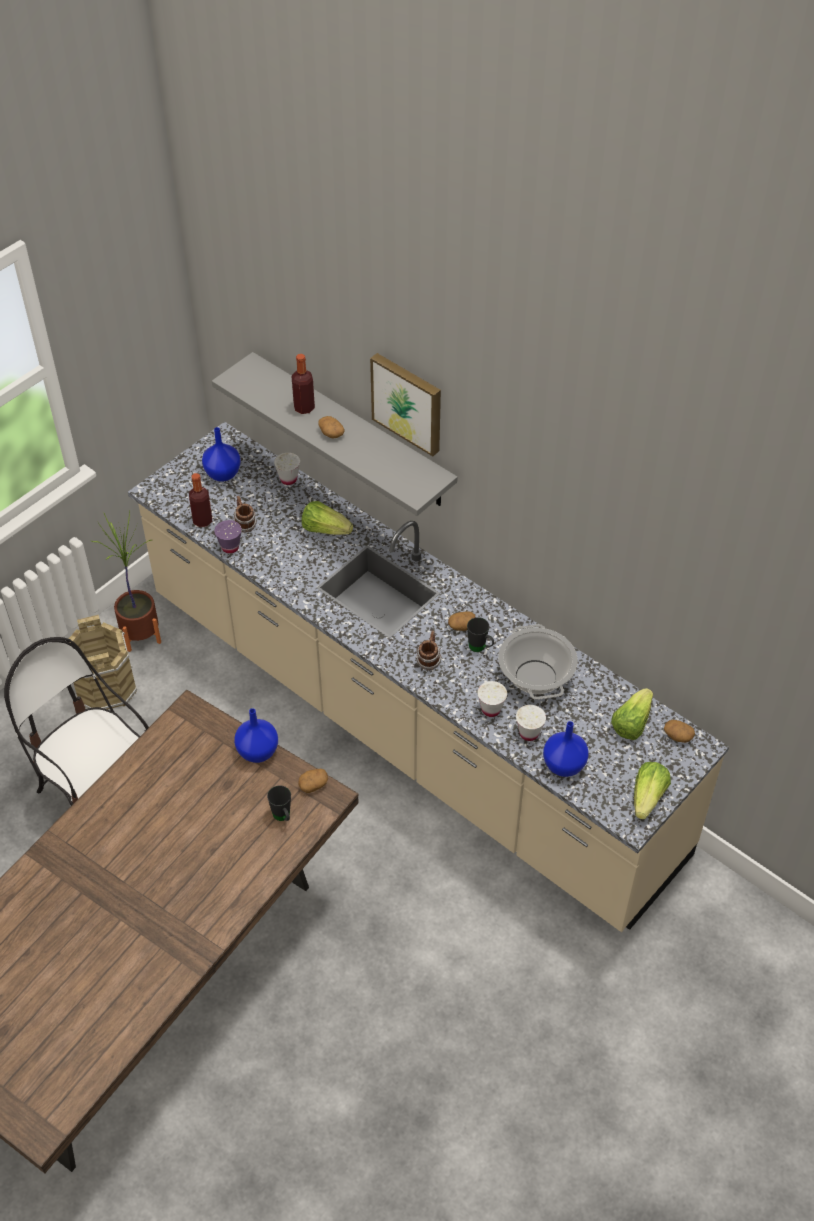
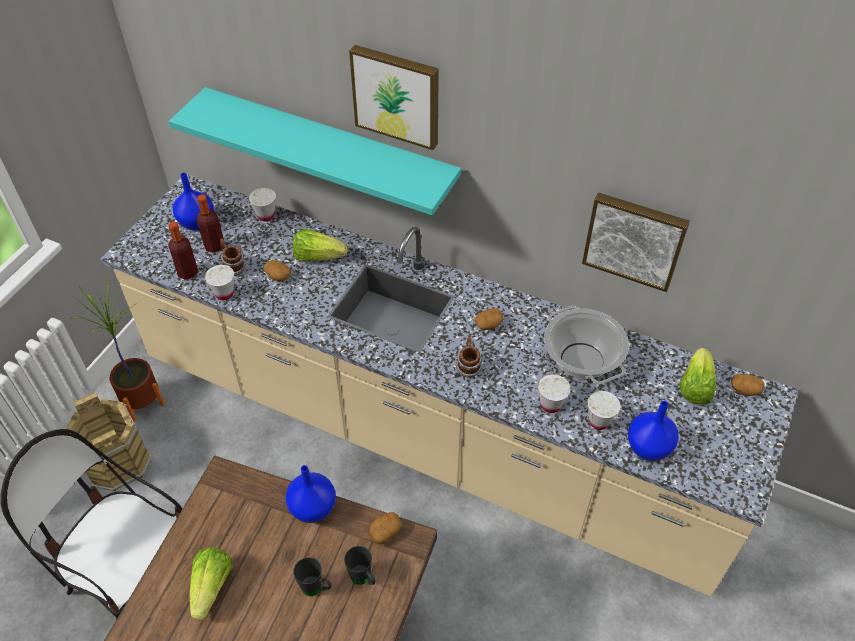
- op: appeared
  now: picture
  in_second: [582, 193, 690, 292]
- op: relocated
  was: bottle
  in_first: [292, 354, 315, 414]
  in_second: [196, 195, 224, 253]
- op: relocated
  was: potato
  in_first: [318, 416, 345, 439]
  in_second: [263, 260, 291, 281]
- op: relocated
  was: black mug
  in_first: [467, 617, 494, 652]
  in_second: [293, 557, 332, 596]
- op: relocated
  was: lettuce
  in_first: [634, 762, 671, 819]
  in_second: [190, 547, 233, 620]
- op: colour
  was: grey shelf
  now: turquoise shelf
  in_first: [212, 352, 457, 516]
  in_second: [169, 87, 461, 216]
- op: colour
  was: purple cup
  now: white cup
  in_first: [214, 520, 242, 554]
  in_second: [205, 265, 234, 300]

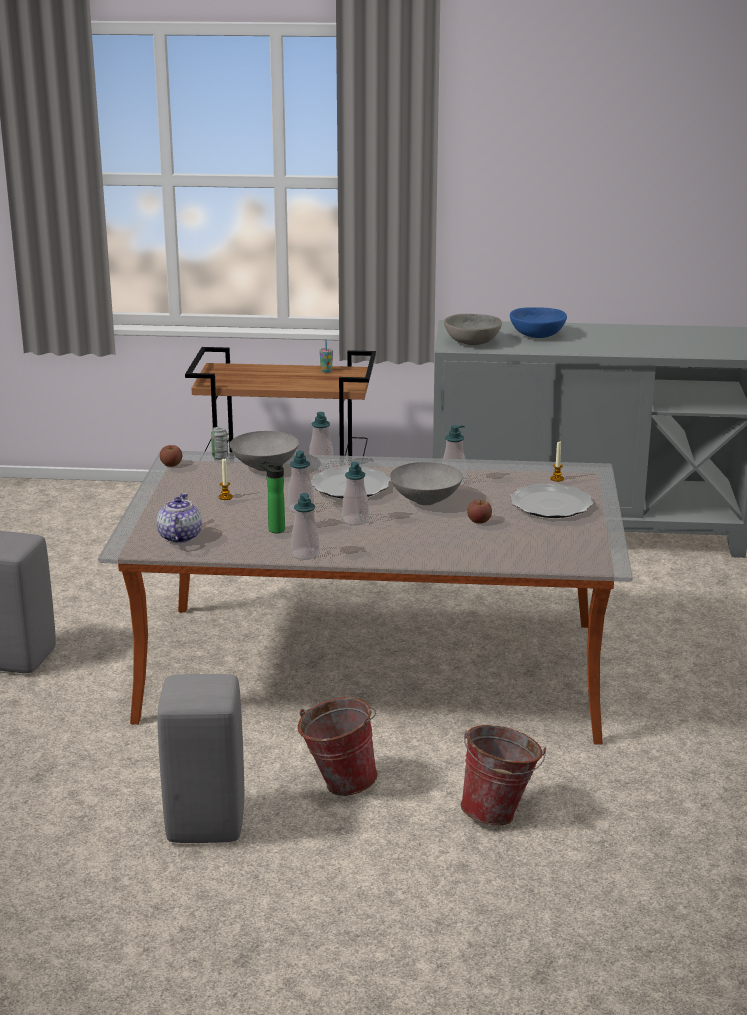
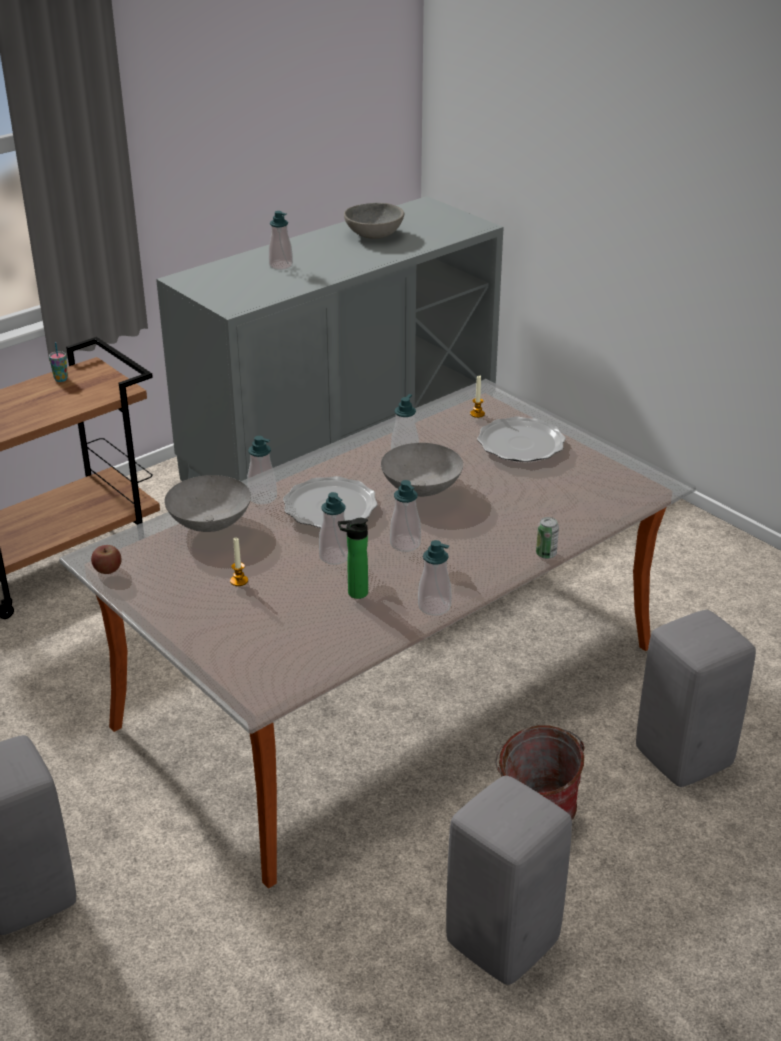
- op: missing
  was: teapot
  in_first: [157, 493, 202, 543]
- op: missing
  was: apple
  in_first: [467, 500, 492, 524]
- op: relocated
  was: can
  in_first: [211, 427, 228, 459]
  in_second: [536, 517, 559, 559]
- op: relocated
  was: grey bowl
  in_first: [444, 314, 502, 345]
  in_second: [344, 203, 404, 239]
- op: exchanged
  was: bucket
  now: grey stool
  in_first: [460, 725, 546, 825]
  in_second: [636, 610, 756, 787]
- op: exchanged
  was: blue bowl
  now: soap dispenser
  in_first: [510, 307, 567, 338]
  in_second: [268, 211, 293, 270]

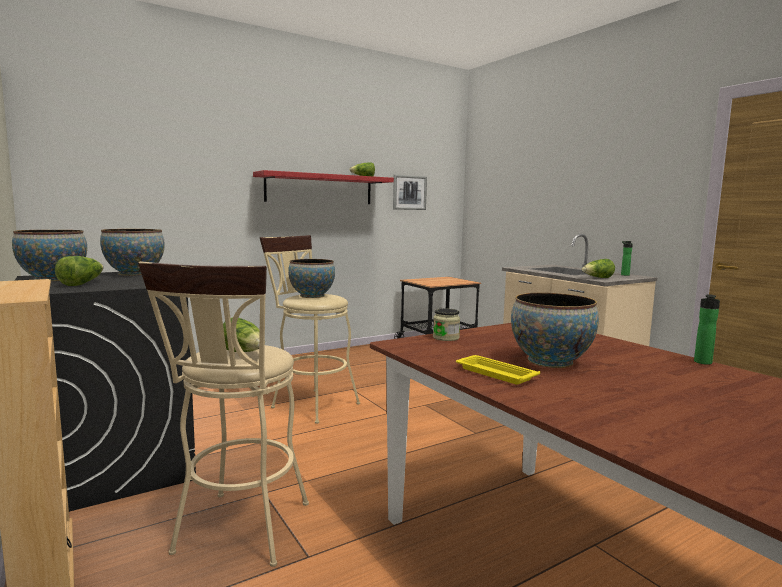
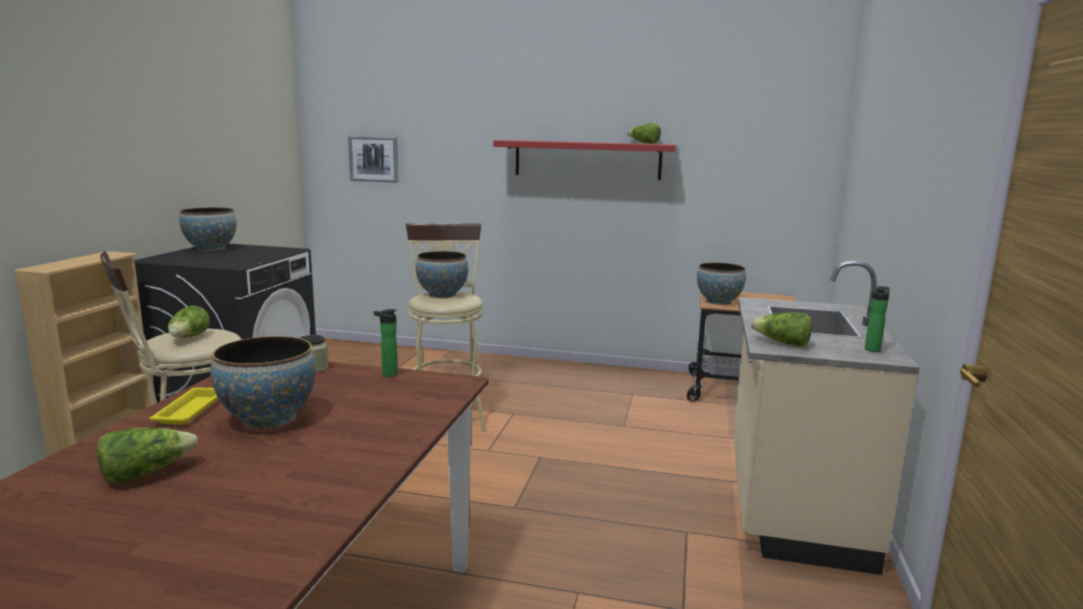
- op: relocated
  was: lettuce
  in_first: [55, 256, 103, 286]
  in_second: [97, 428, 198, 483]
- op: relocated
  was: bowl
  in_first: [100, 229, 165, 276]
  in_second: [697, 263, 746, 305]
- op: relocated
  was: picture
  in_first: [393, 175, 427, 210]
  in_second: [348, 136, 399, 183]
- op: relocated
  was: bottle
  in_first: [694, 294, 720, 365]
  in_second: [373, 309, 398, 377]

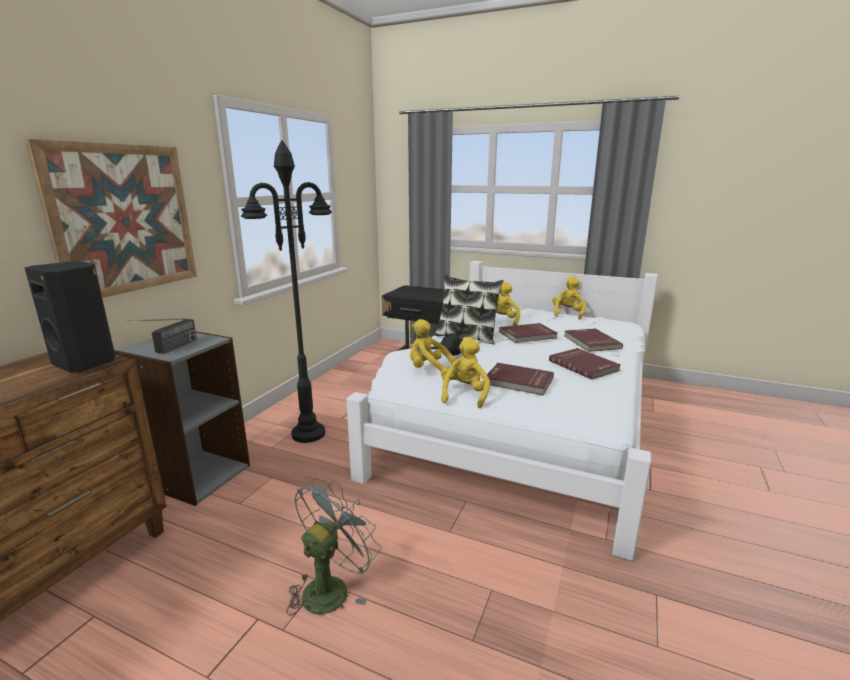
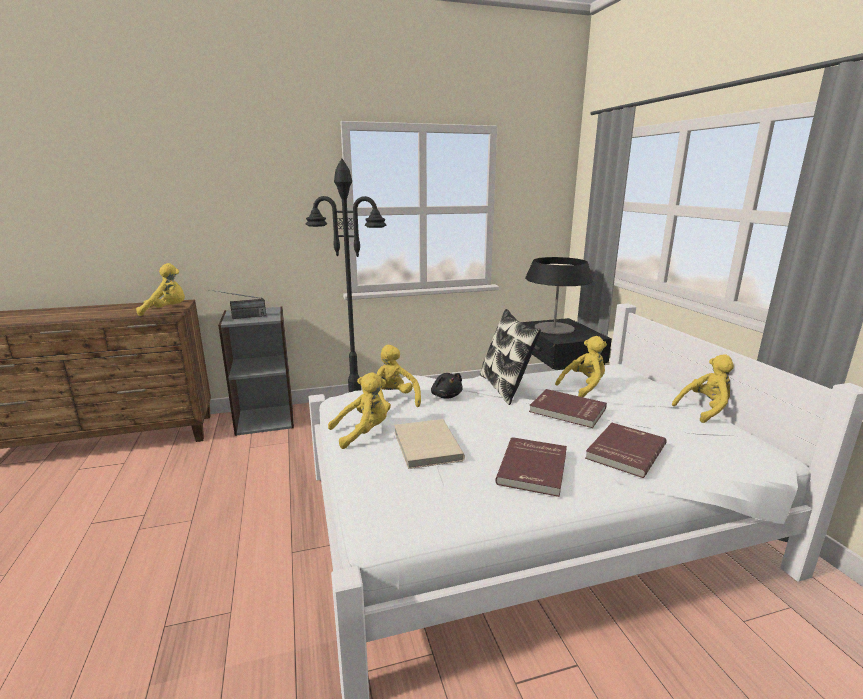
- op: missing
  was: picture
  in_first: [25, 139, 197, 298]
- op: missing
  was: grey fan
  in_first: [286, 478, 381, 615]
- op: appeared
  now: table lamp
  in_second: [525, 257, 593, 334]
- op: exchanged
  was: black speaker
  now: yellow plush toy
  in_first: [25, 262, 115, 373]
  in_second: [136, 263, 185, 316]
- op: colour
  was: red book
  now: beige book
  in_first: [487, 363, 554, 395]
  in_second: [394, 419, 465, 469]

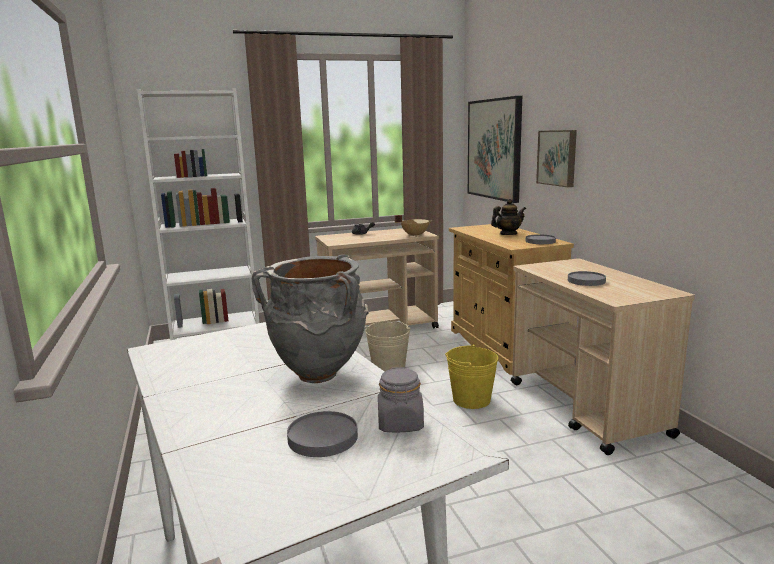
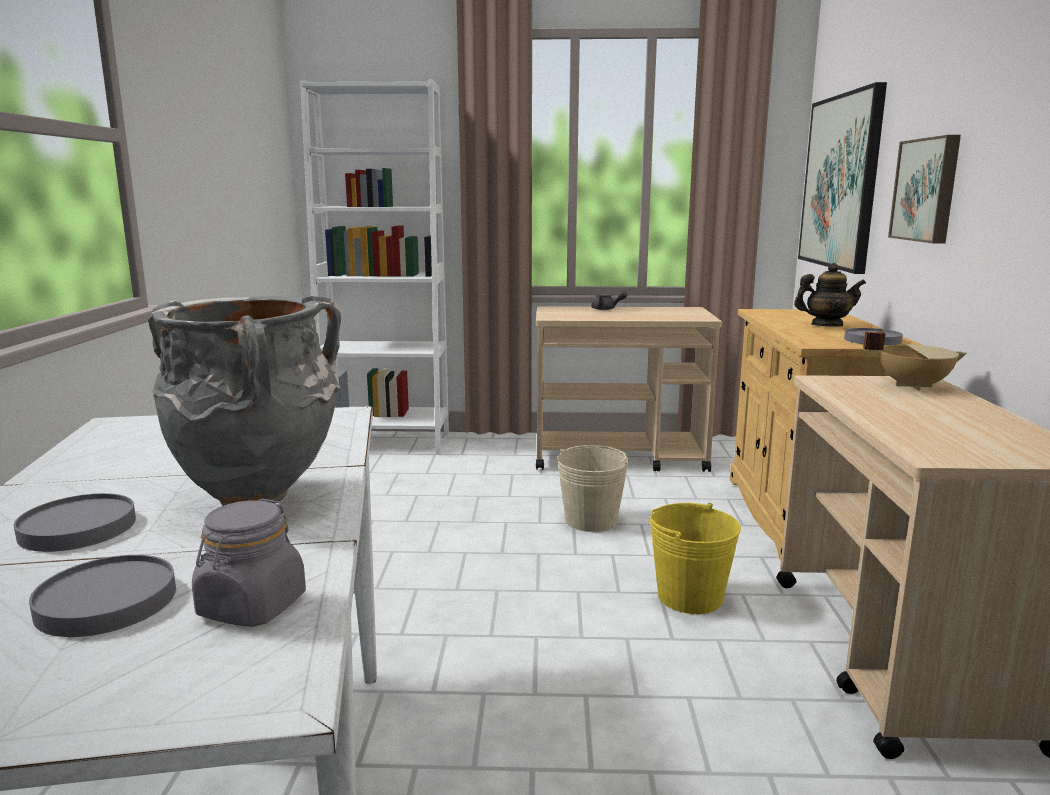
- op: relocated
  was: beige cooking pot
  in_first: [395, 215, 433, 237]
  in_second: [863, 332, 967, 391]
- op: relocated
  was: grey plate
  in_first: [568, 271, 606, 286]
  in_second: [14, 493, 136, 552]

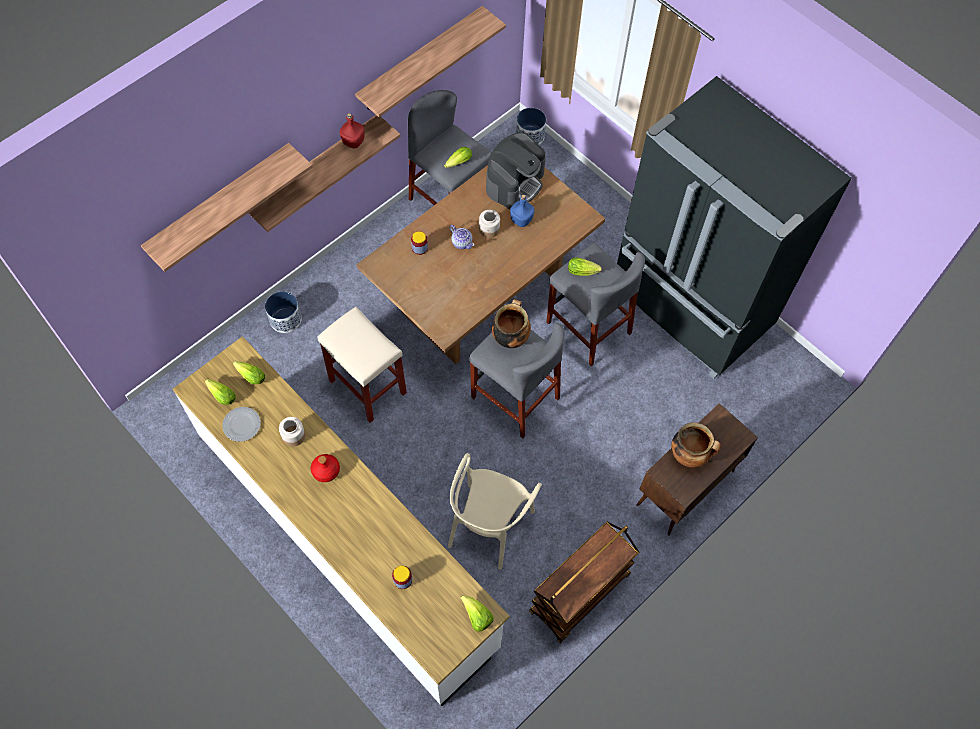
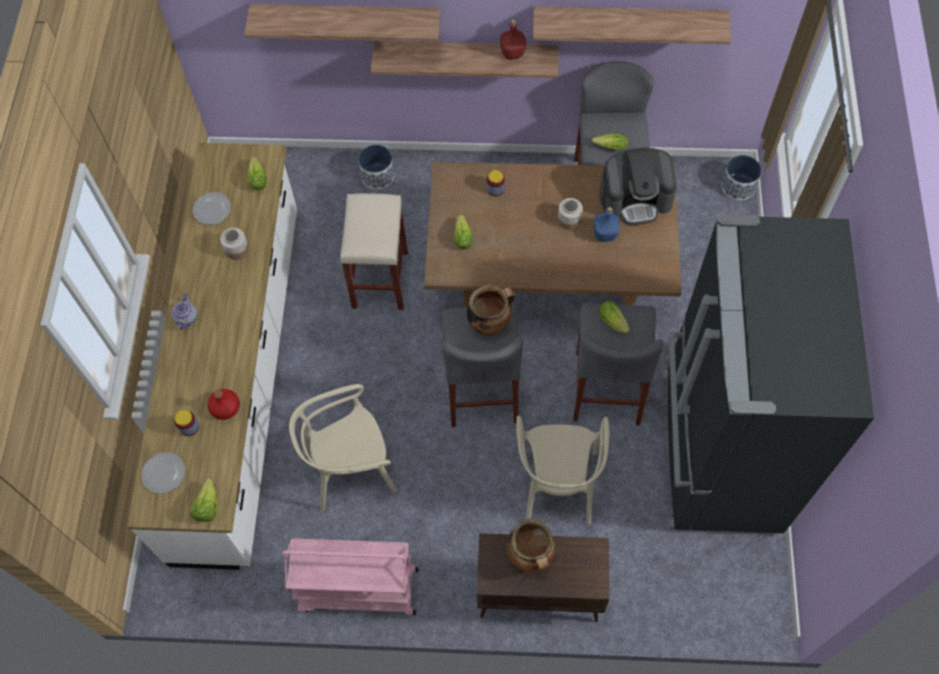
- op: appeared
  now: plate
  in_second: [141, 452, 185, 494]
- op: appeared
  now: beige chair
  in_second: [516, 416, 609, 525]
- op: relocated
  was: lettuce
  in_first: [205, 379, 236, 405]
  in_second: [454, 215, 473, 249]
- op: relocated
  was: red bottle
  in_first: [311, 454, 340, 482]
  in_second: [208, 389, 240, 420]
- op: relocated
  was: teapot
  in_first: [450, 225, 474, 249]
  in_second: [171, 293, 197, 329]
- op: colour
  was: brown cart
  now: pink cart
  in_first: [529, 521, 639, 644]
  in_second: [282, 538, 418, 616]

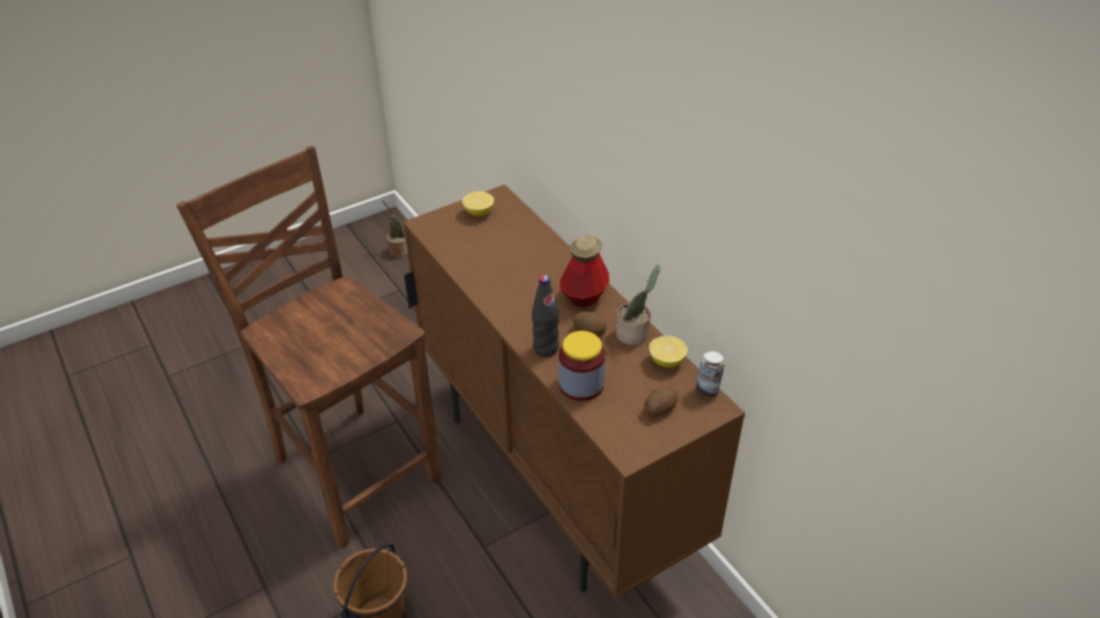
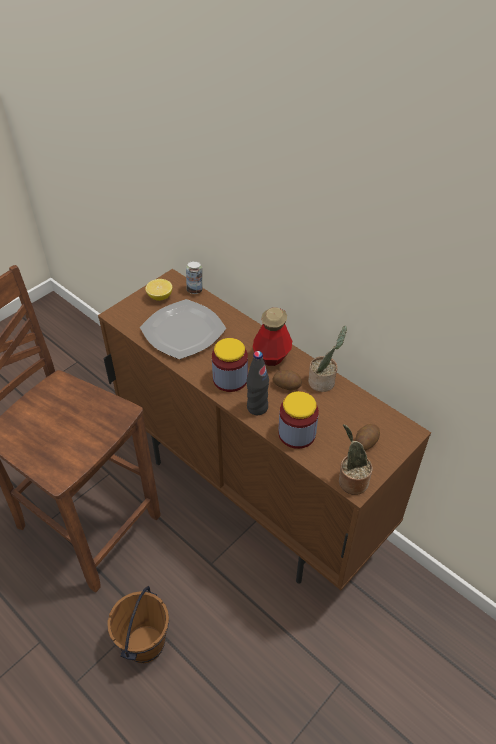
- op: missing
  was: lemon
  in_first: [649, 336, 687, 368]
- op: appeared
  now: plate
  in_second: [140, 299, 226, 359]
- op: appeared
  now: jar
  in_second: [212, 338, 248, 392]
- op: relocated
  was: potted plant
  in_first: [382, 200, 408, 257]
  in_second: [339, 424, 372, 495]
- op: relocated
  was: can
  in_first: [695, 351, 725, 398]
  in_second: [186, 261, 202, 294]

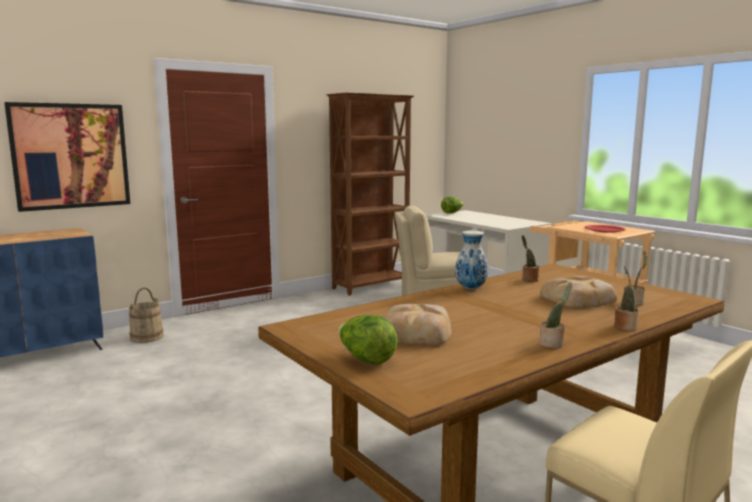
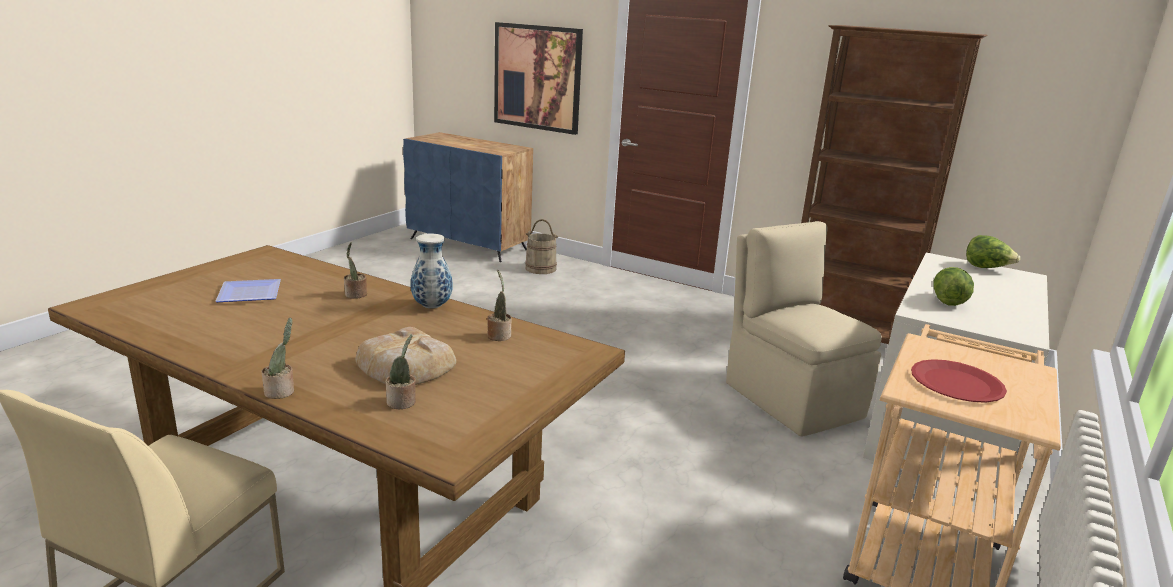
- op: relocated
  was: lettuce
  in_first: [338, 315, 398, 365]
  in_second: [933, 267, 974, 306]
- op: relocated
  was: potted plant
  in_first: [539, 282, 572, 349]
  in_second: [344, 242, 367, 299]
- op: exchanged
  was: bread
  now: plate
  in_first: [385, 304, 452, 345]
  in_second: [215, 279, 281, 302]

